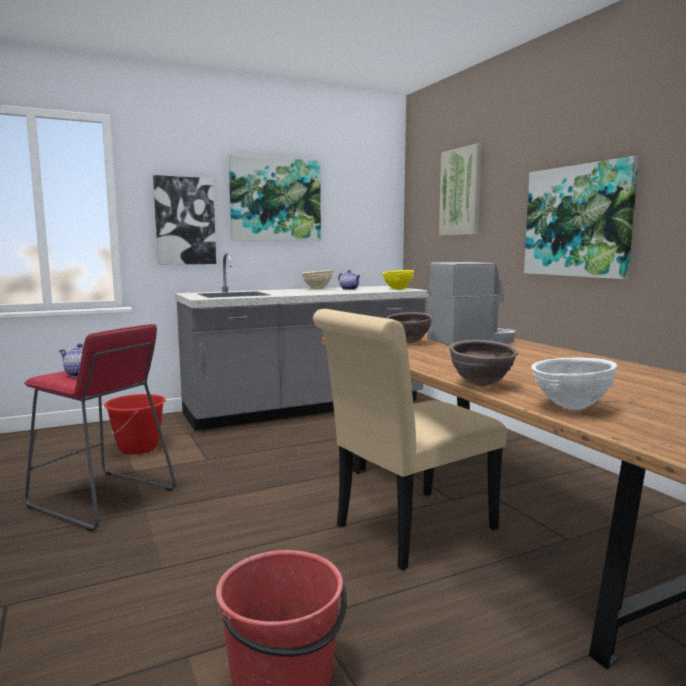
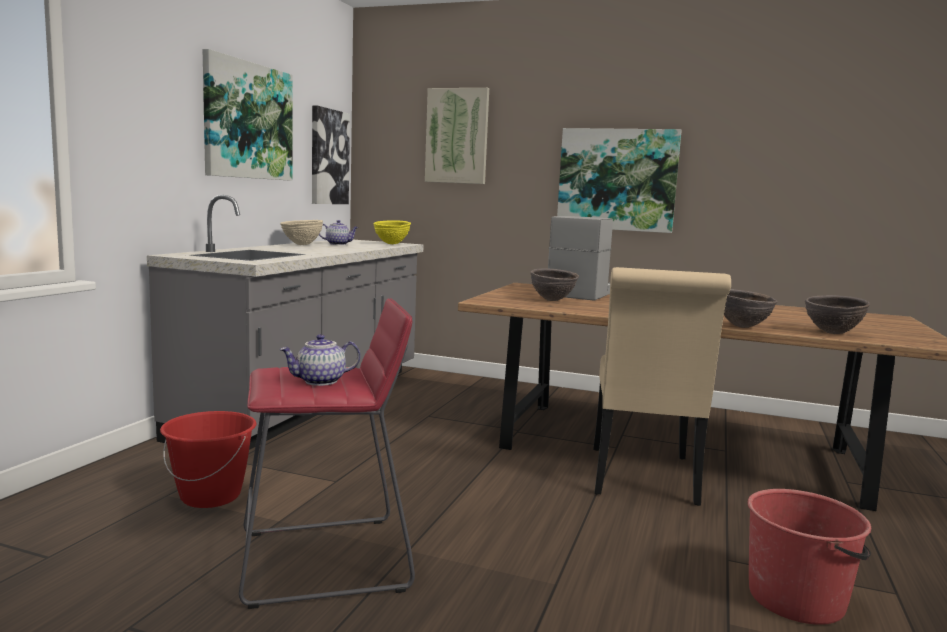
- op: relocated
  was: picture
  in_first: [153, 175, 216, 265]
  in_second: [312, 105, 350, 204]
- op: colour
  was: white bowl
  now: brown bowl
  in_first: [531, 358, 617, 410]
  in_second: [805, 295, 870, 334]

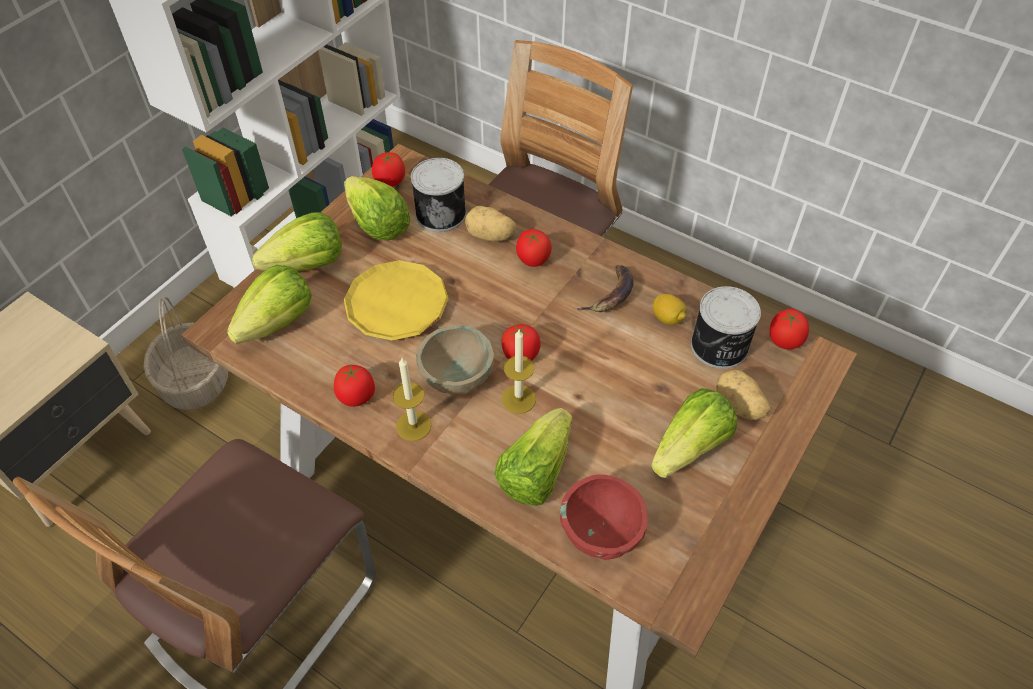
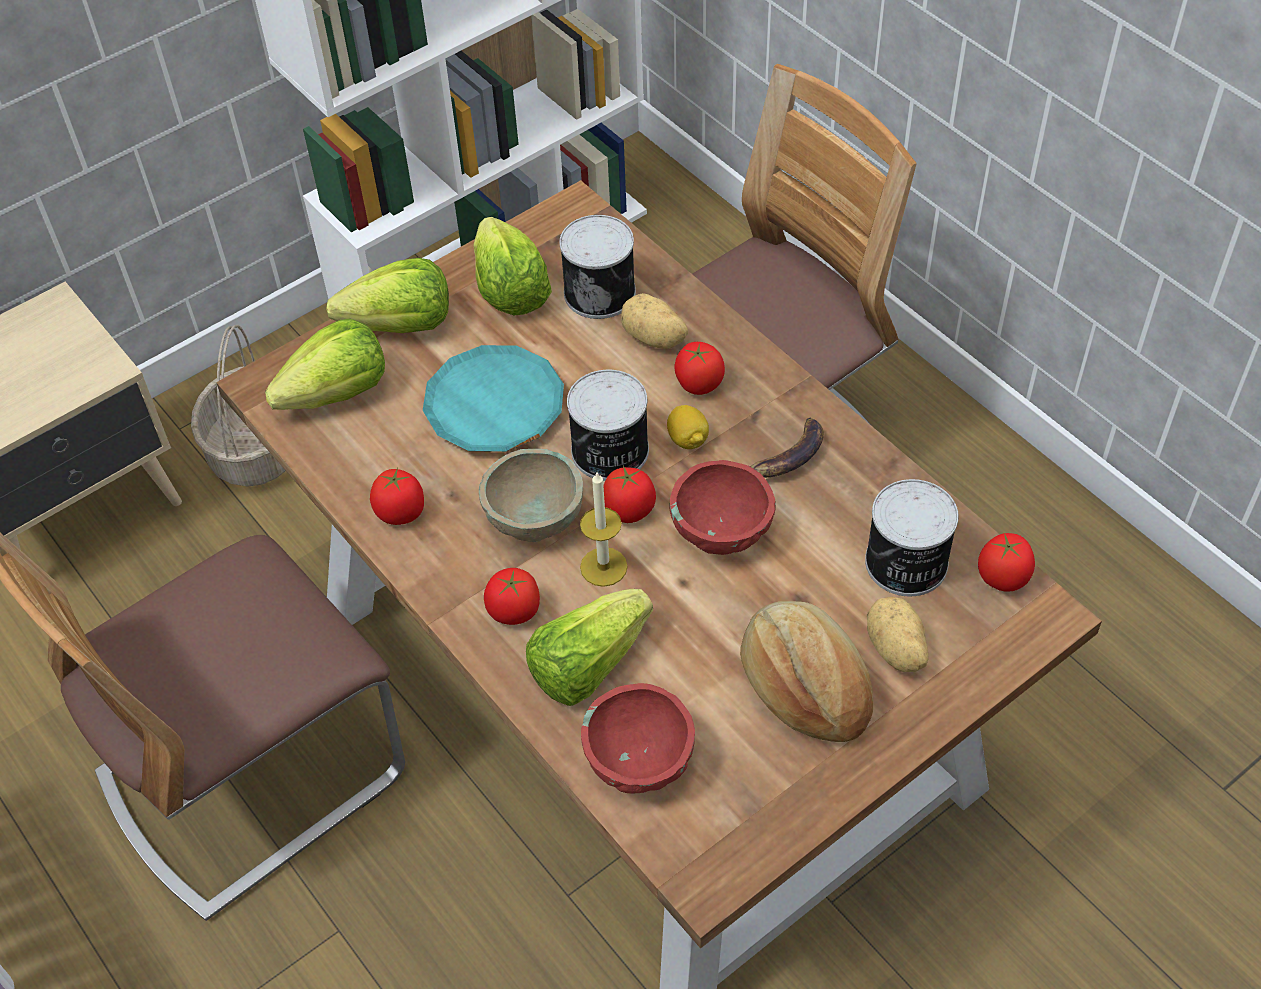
- op: missing
  was: candle
  in_first: [393, 358, 432, 441]
- op: appeared
  now: can
  in_second: [567, 370, 649, 481]
- op: appeared
  now: red bowl
  in_second: [670, 460, 776, 555]
- op: relocated
  was: tomato
  in_first: [372, 152, 405, 187]
  in_second: [484, 568, 540, 625]
- op: relocated
  was: lemon
  in_first: [653, 294, 686, 325]
  in_second: [667, 405, 709, 449]
- op: exchanged
  was: lettuce
  now: bread
  in_first: [651, 388, 737, 478]
  in_second: [740, 601, 873, 742]
- op: colour
  was: yellow plate
  now: turquoise plate
  in_first: [344, 260, 448, 341]
  in_second: [423, 345, 564, 452]

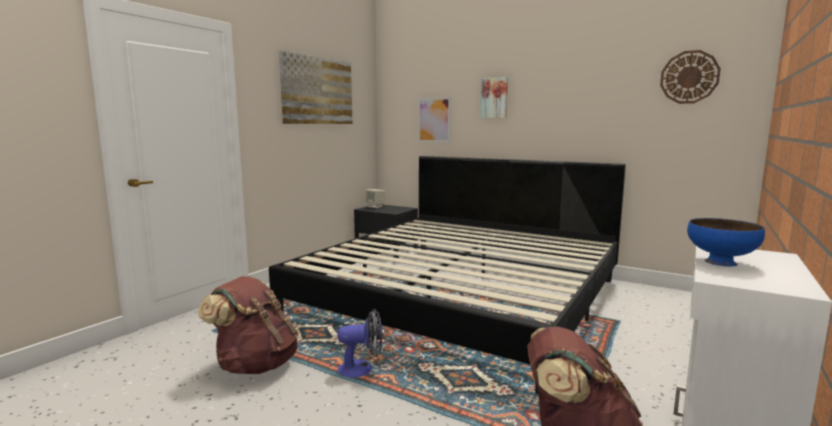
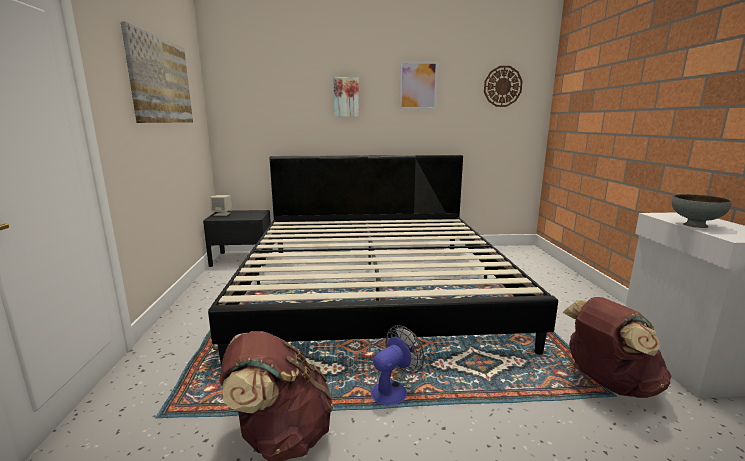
- op: relocated
  was: picture
  in_first: [418, 97, 451, 143]
  in_second: [399, 61, 438, 109]
- op: colour
  was: blue bowl
  now: grey bowl
  in_first: [687, 218, 765, 266]
  in_second: [672, 194, 731, 228]

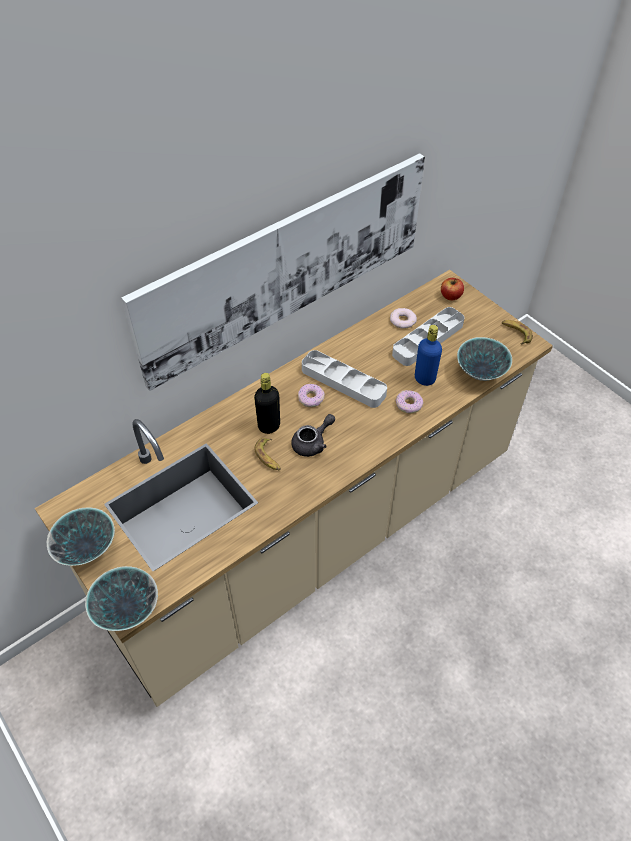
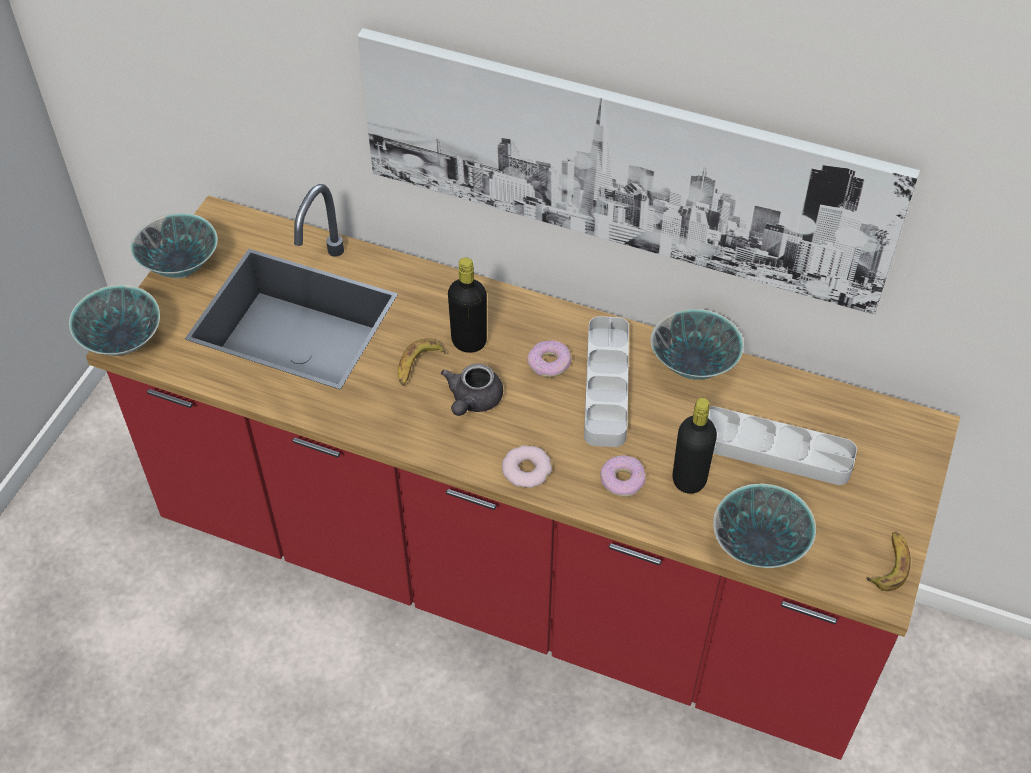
- op: missing
  was: apple
  in_first: [441, 278, 464, 300]
- op: appeared
  now: bowl
  in_second: [651, 309, 744, 380]
- op: relocated
  was: donut
  in_first: [390, 308, 417, 329]
  in_second: [502, 445, 552, 488]
- op: colour
  was: beige counter
  now: red counter
  in_first: [35, 270, 553, 707]
  in_second: [86, 184, 960, 760]
- op: colour
  was: blue bottle
  now: black bottle
  in_first: [415, 325, 442, 386]
  in_second: [673, 398, 717, 494]
- op: spun
  was: grey teapot
  in_first: [291, 414, 335, 457]
  in_second: [441, 363, 503, 416]
  clockwise: 90

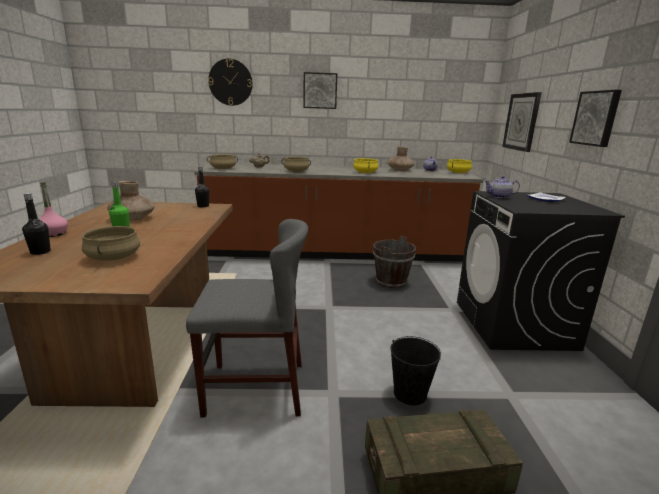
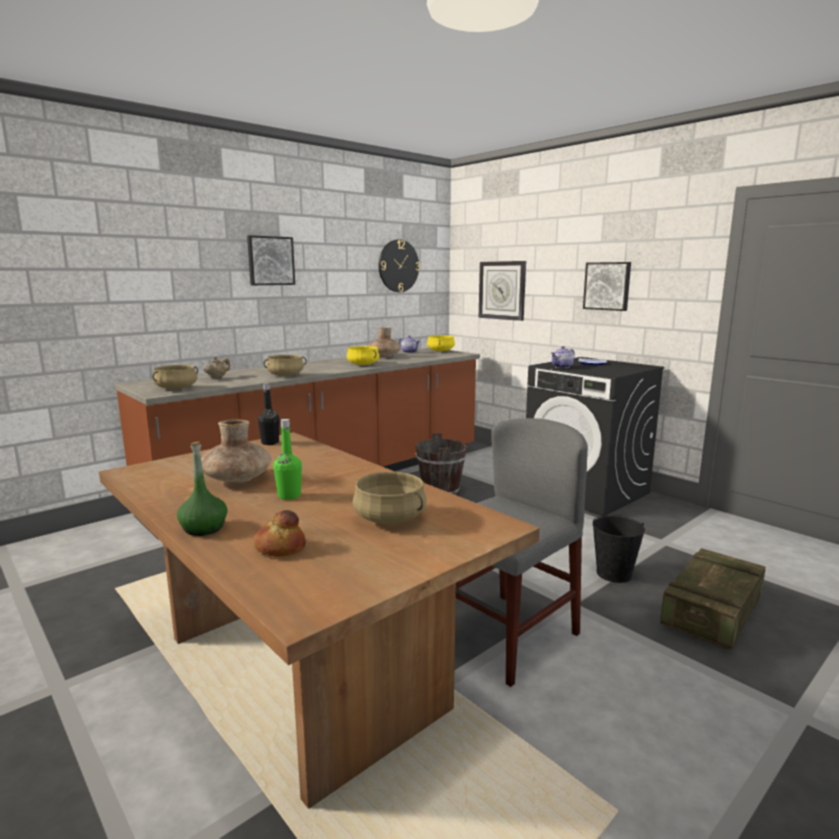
- op: relocated
  was: wall clock
  in_first: [208, 59, 253, 106]
  in_second: [379, 239, 420, 292]
- op: exchanged
  was: black bottle
  now: bread
  in_first: [22, 193, 51, 255]
  in_second: [253, 510, 306, 557]
- op: colour
  was: pink bottle
  now: green bottle
  in_first: [40, 183, 68, 237]
  in_second: [177, 442, 228, 536]

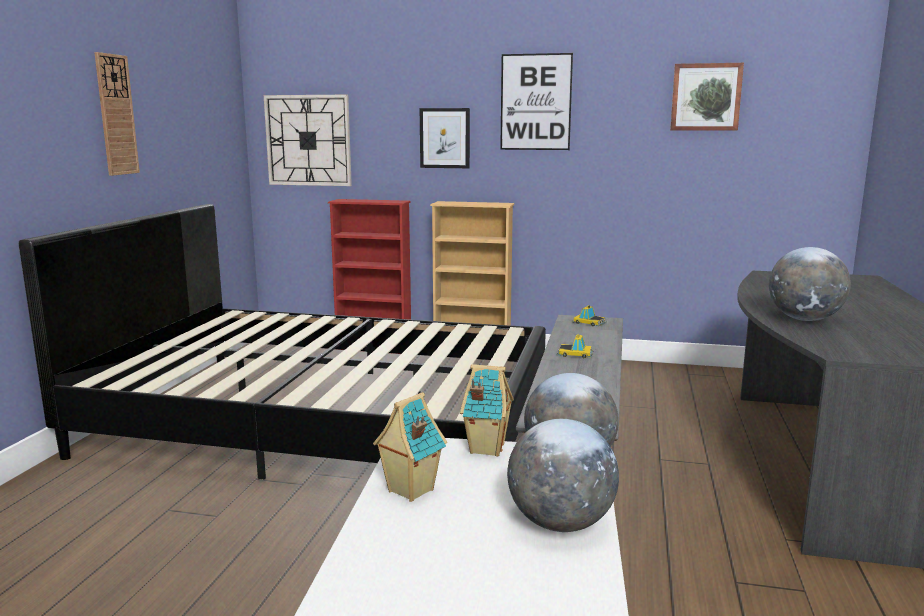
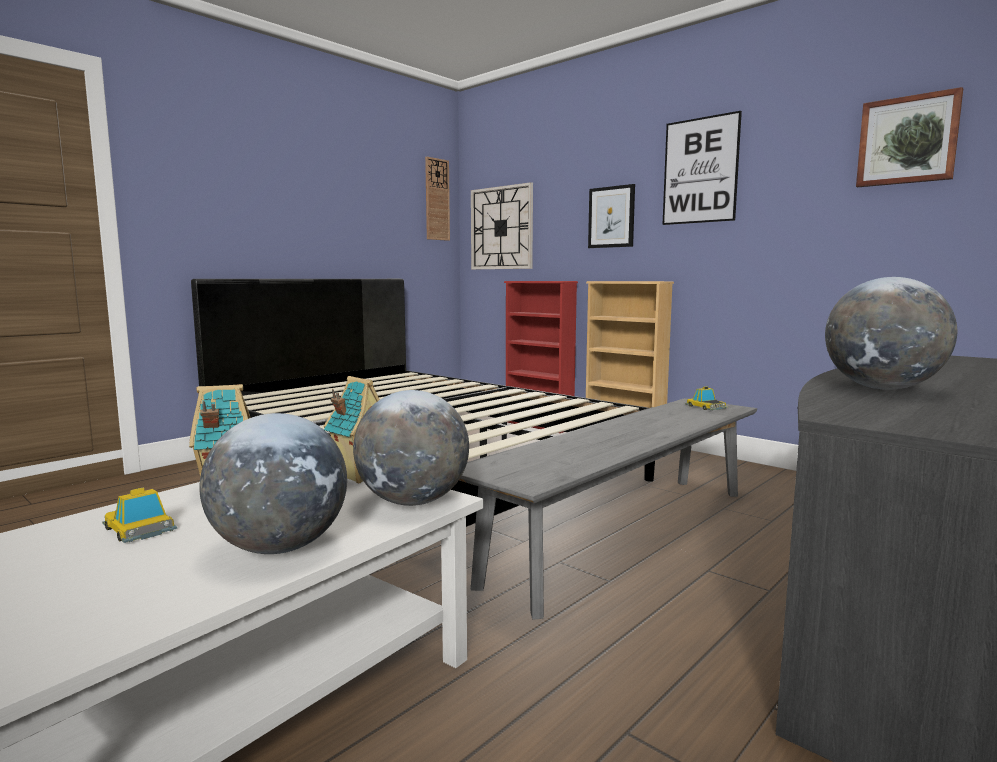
- op: relocated
  was: wall clock
  in_first: [94, 52, 140, 176]
  in_second: [425, 157, 450, 241]
- op: relocated
  was: toy car
  in_first: [557, 334, 593, 358]
  in_second: [102, 488, 177, 543]

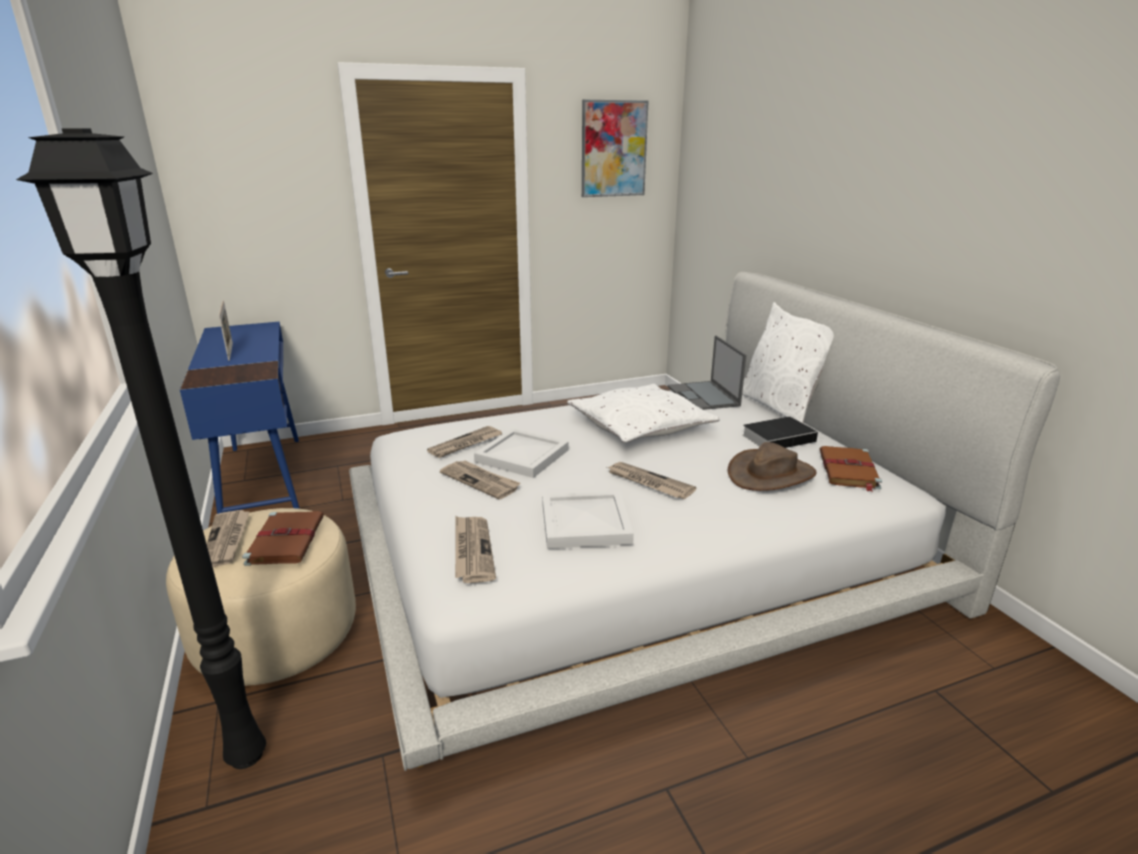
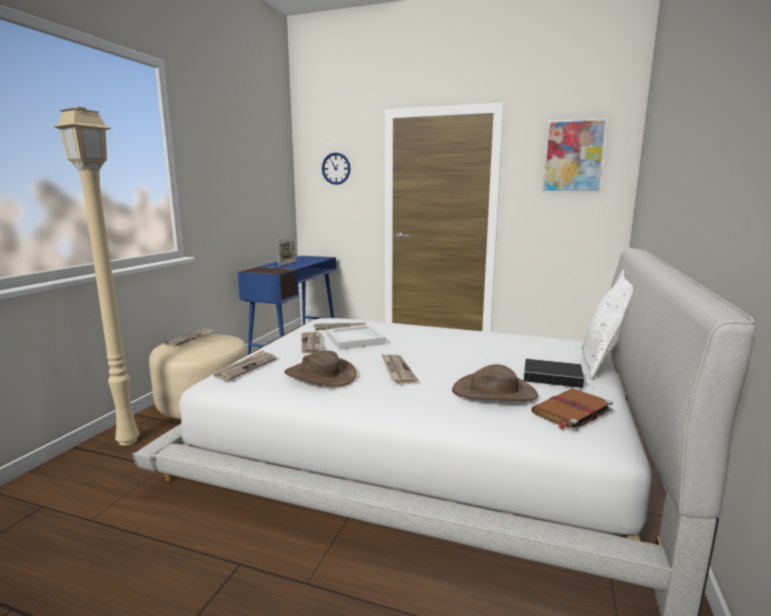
- op: missing
  was: brown book
  in_first: [242, 511, 324, 566]
- op: missing
  was: white pillow
  in_first: [567, 384, 720, 443]
- op: missing
  was: laptop
  in_first: [668, 335, 747, 410]
- op: appeared
  now: wall clock
  in_second: [322, 152, 351, 185]
- op: exchanged
  was: white tray
  now: brown hat
  in_first: [542, 491, 634, 549]
  in_second: [284, 350, 357, 386]
- op: colour
  was: black floor lamp
  now: beige floor lamp
  in_first: [16, 129, 266, 769]
  in_second: [53, 107, 140, 446]

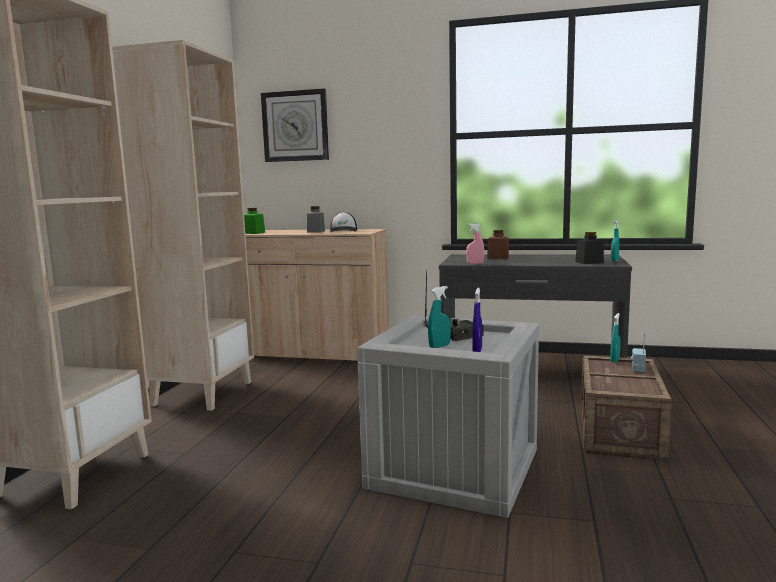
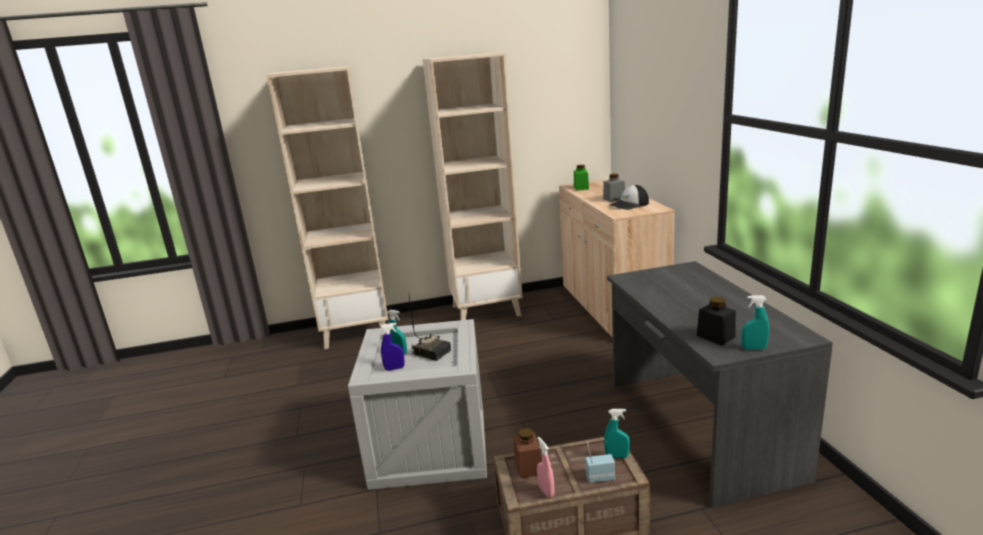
- op: missing
  was: wall clock
  in_first: [261, 88, 329, 162]
- op: relocated
  was: pink spray bottle
  in_first: [466, 223, 484, 264]
  in_second: [537, 437, 554, 498]
- op: relocated
  was: brown jar
  in_first: [487, 230, 509, 259]
  in_second: [514, 428, 542, 479]

